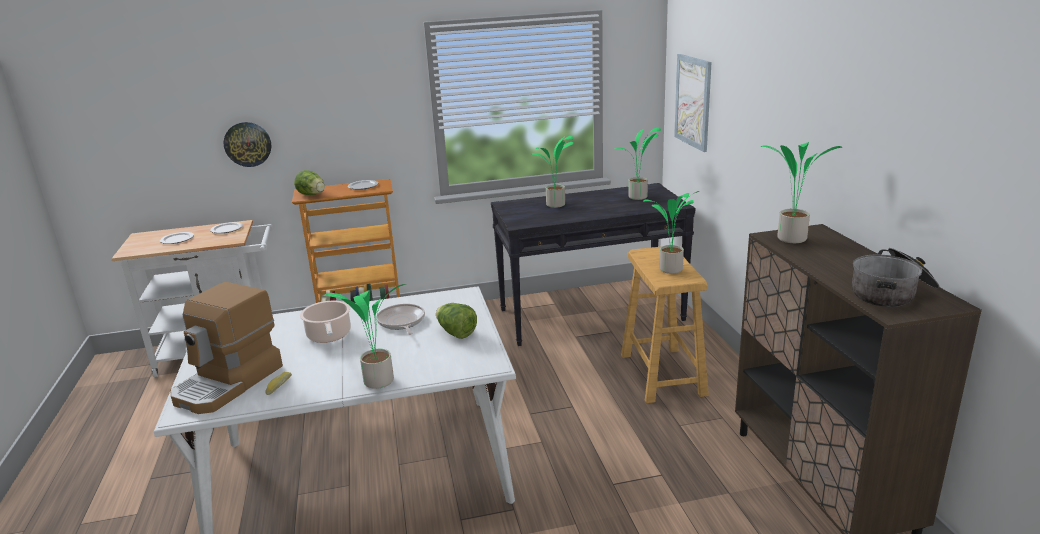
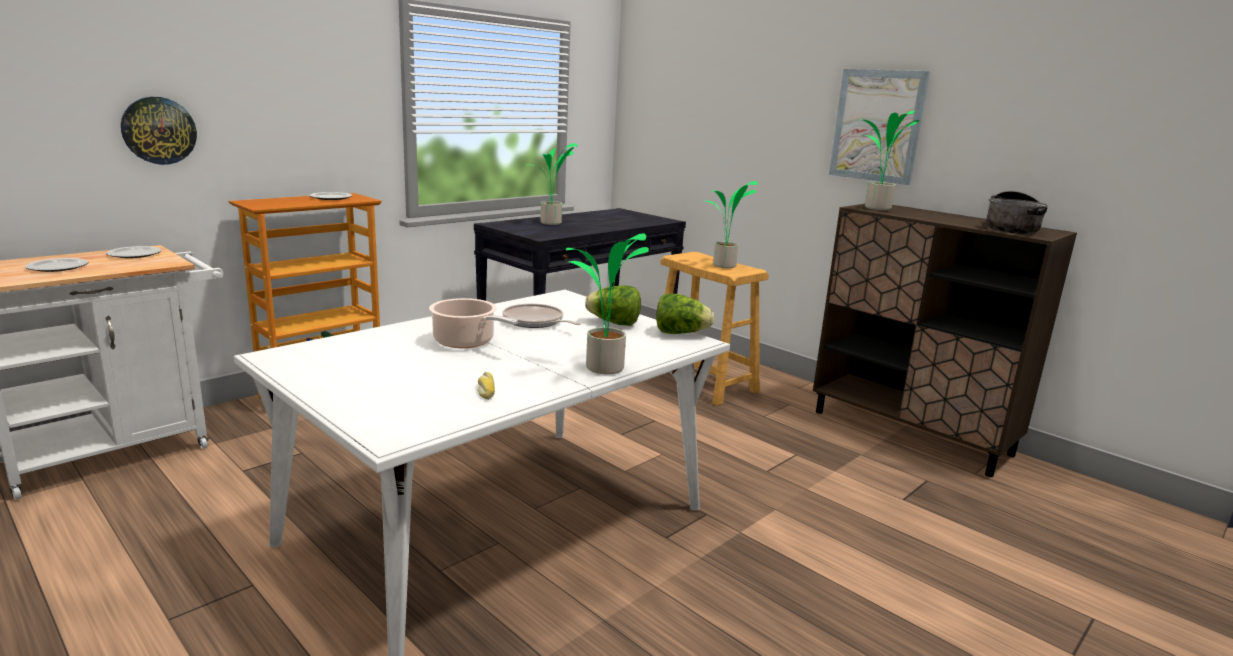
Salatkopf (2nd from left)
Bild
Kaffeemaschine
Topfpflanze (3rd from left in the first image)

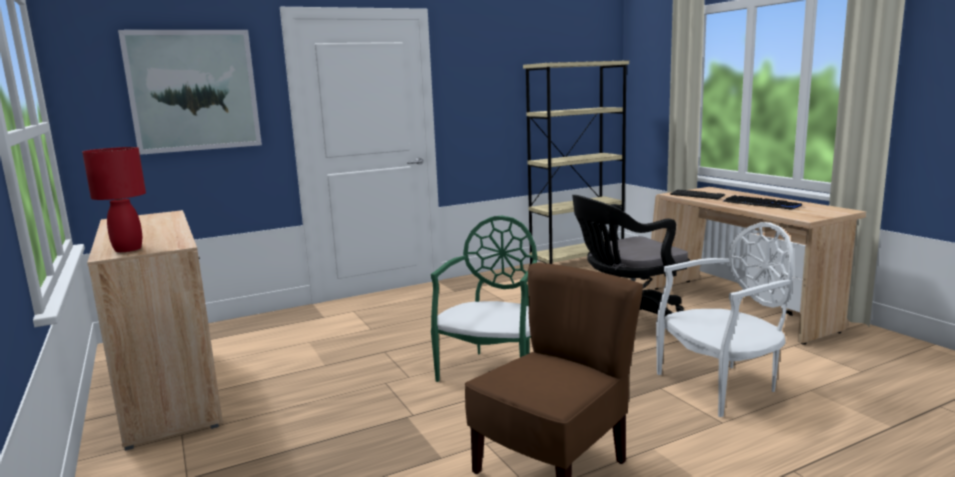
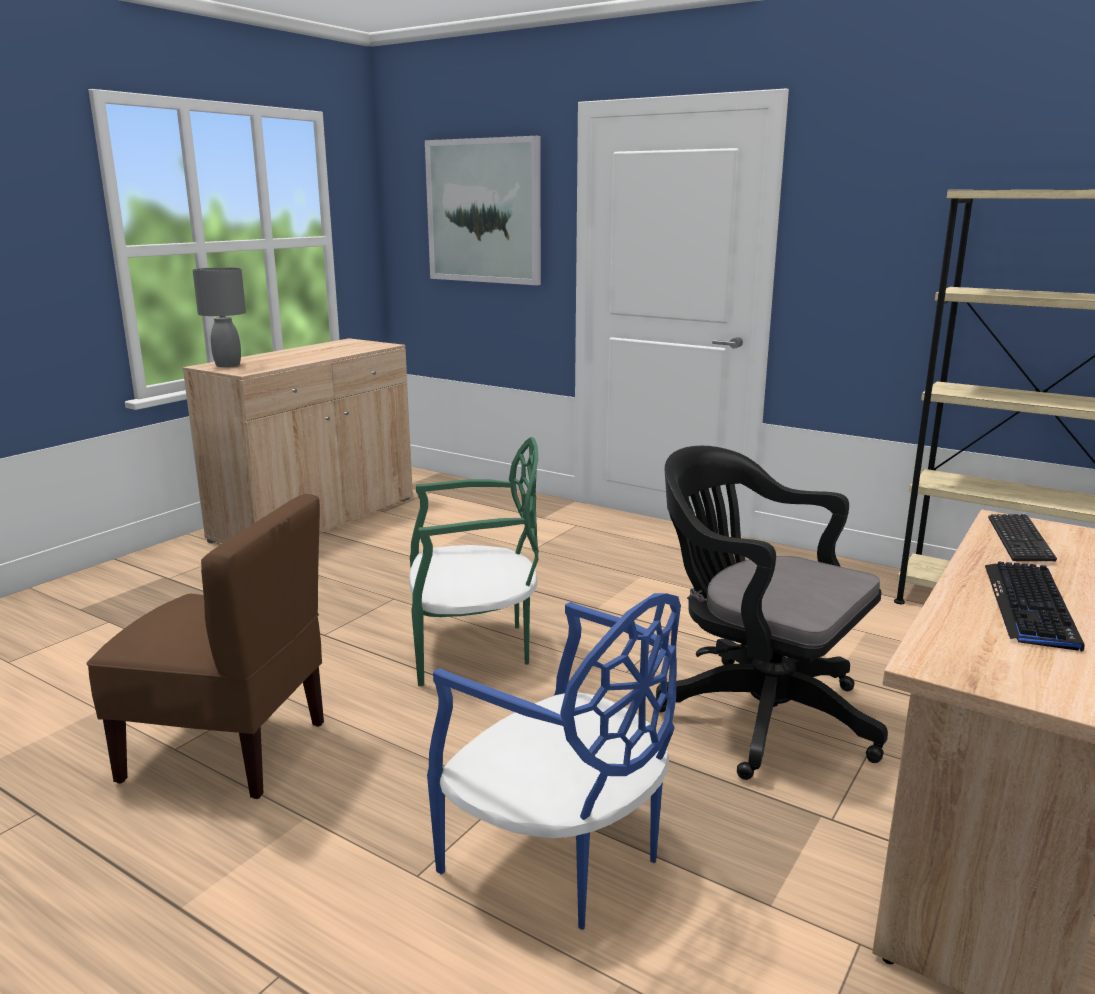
Tischlampe (grau)
Stuhl (blau)

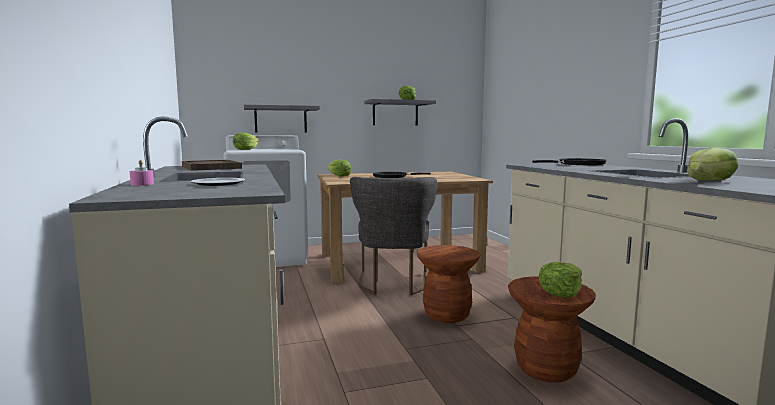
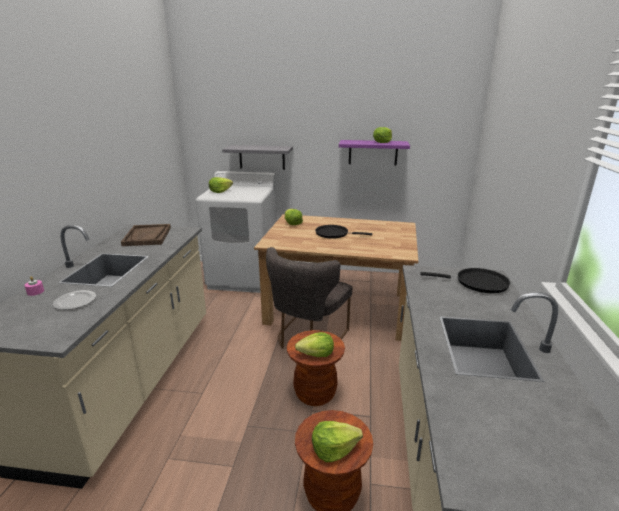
Salatkopf (3rd from left)
Wandregal (lila)

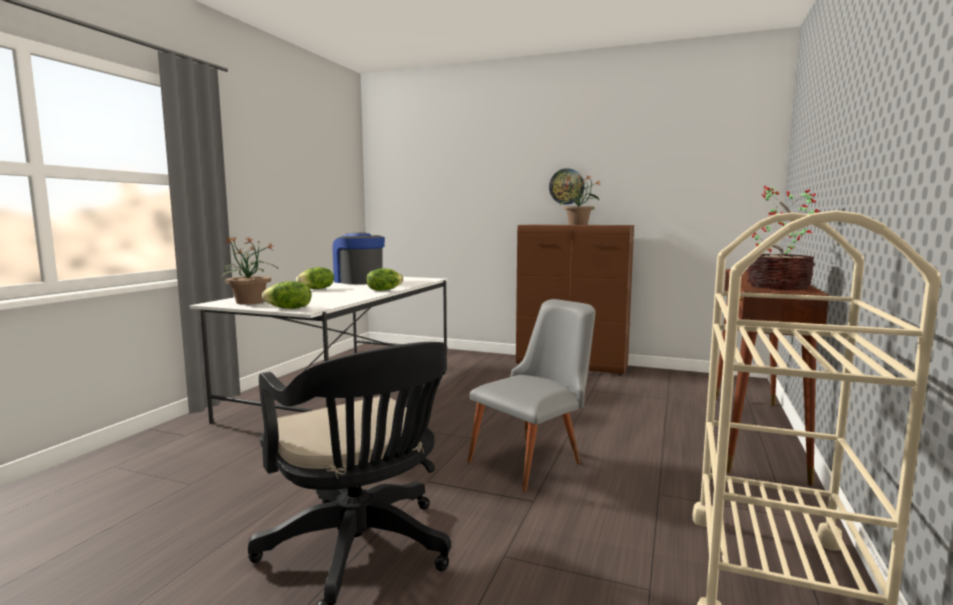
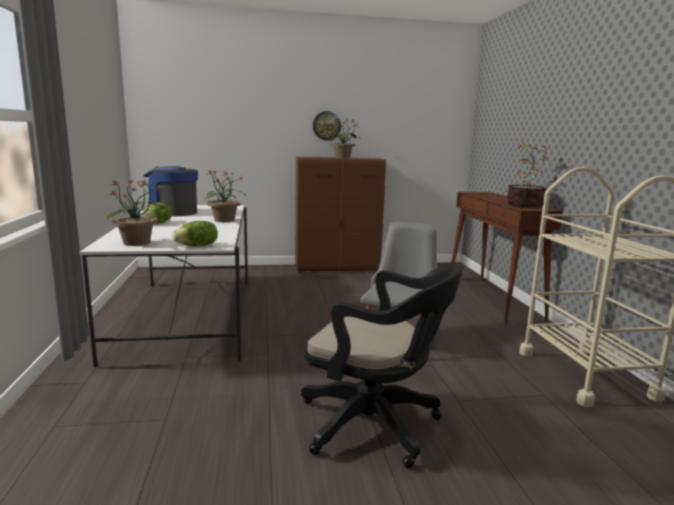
Topfpflanze (2nd from left)

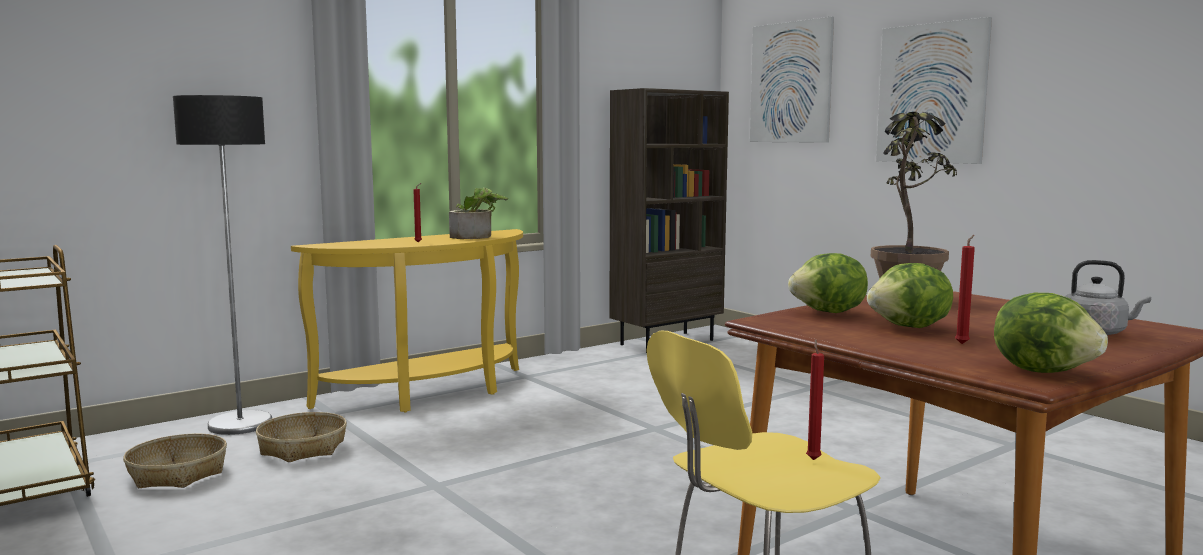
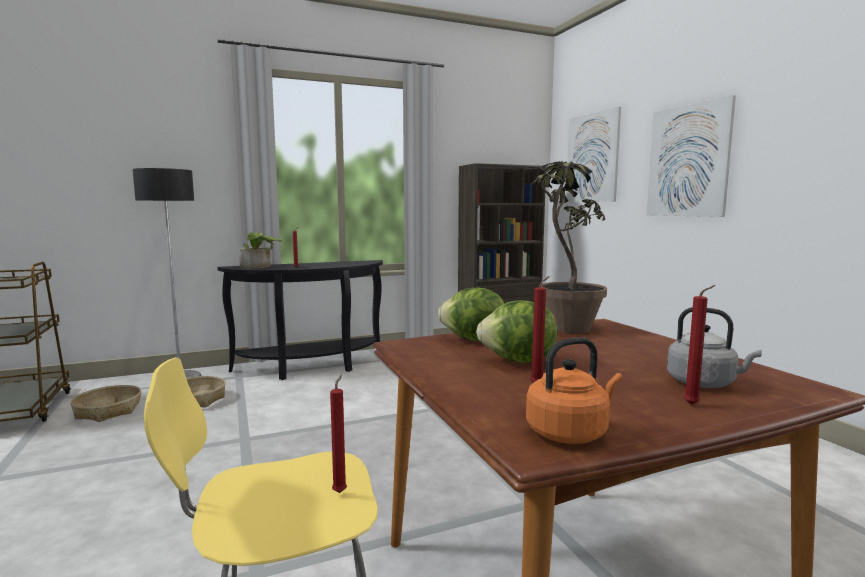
Konsolentisch (schwarz)
Topfpflanze (1st from left)
Wasserkessel (orange)
Kerze (rot) (4th from left)

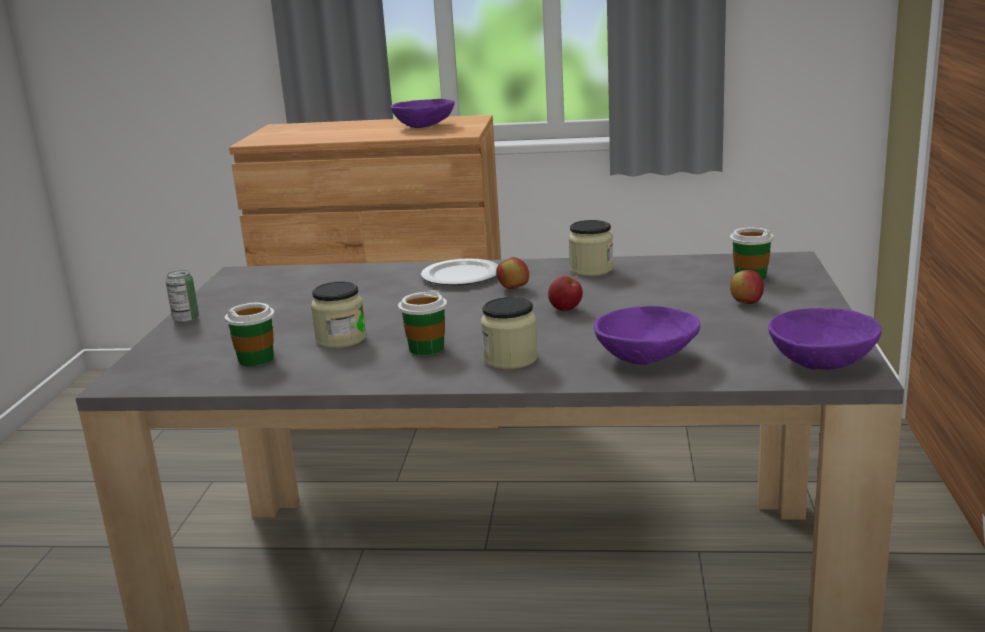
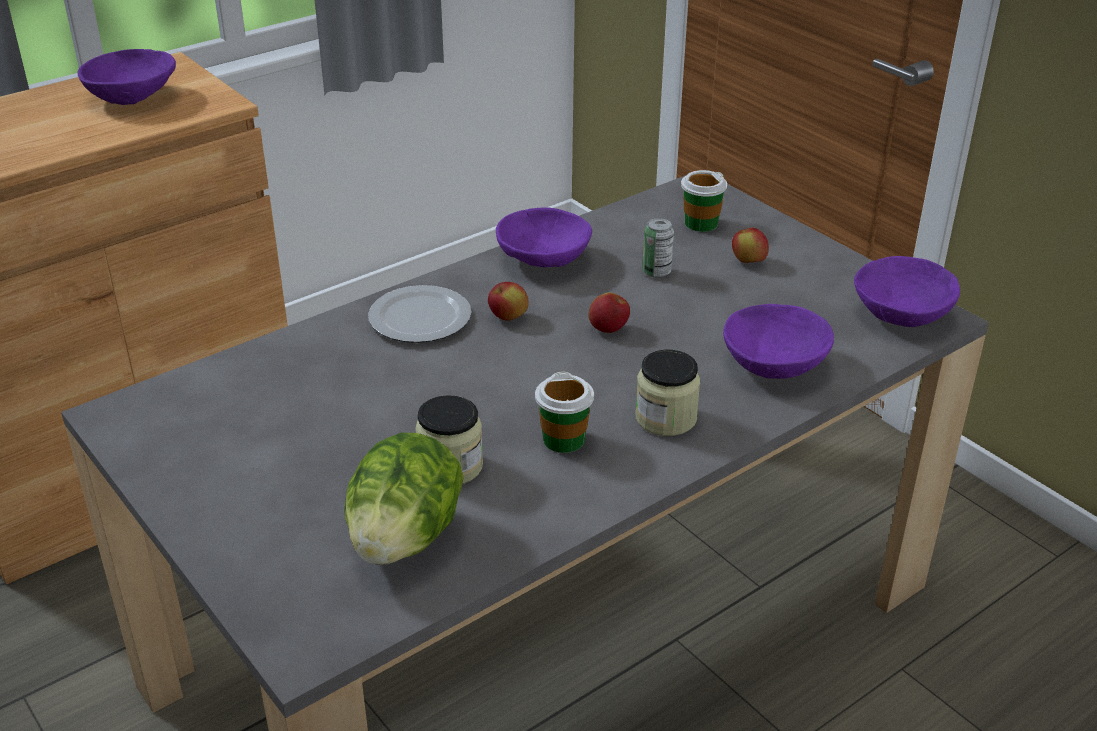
Salatkopf
Schüssel (lila) (2nd from left)
Dose

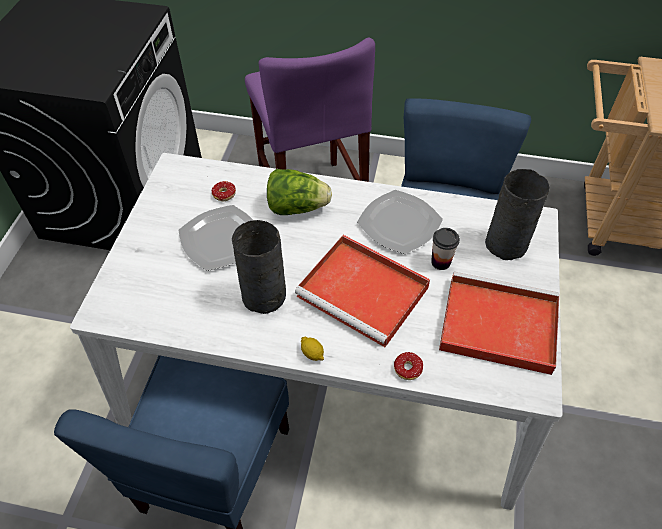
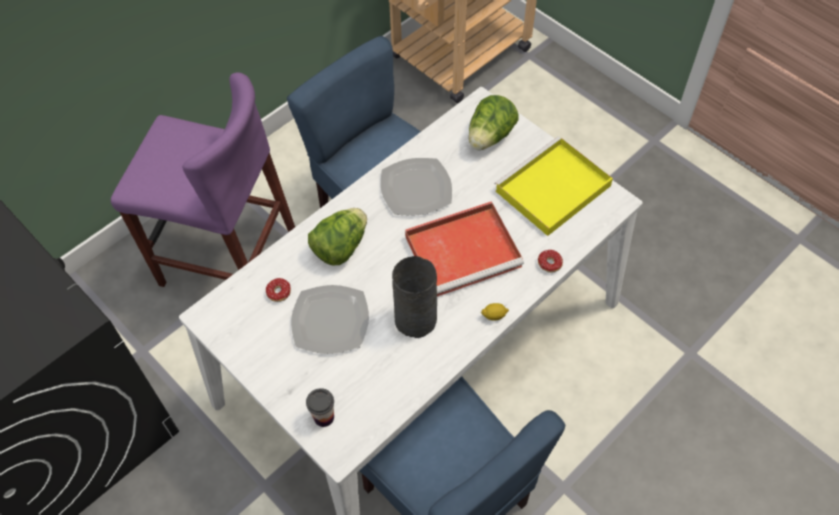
Tasse
Salatkopf (2nd from left)
Tablett (gelb)

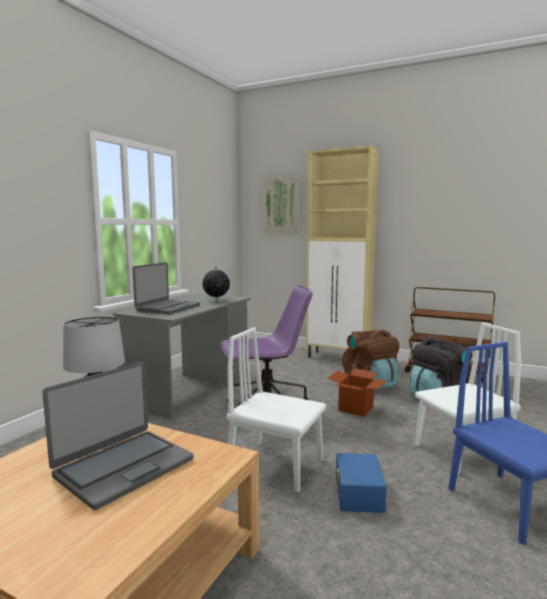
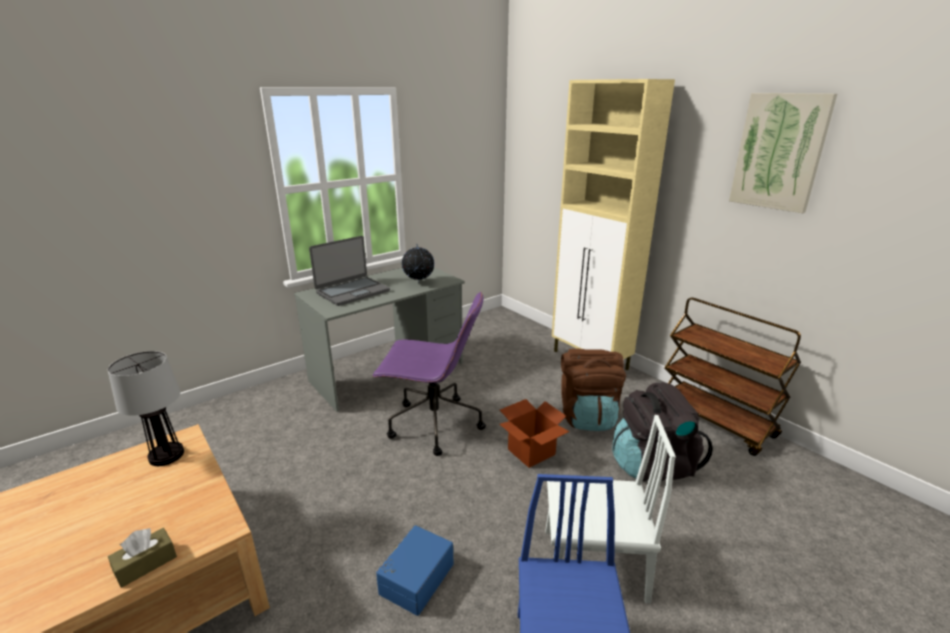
Taschentuchbox (braun)
Bild
Laptop (1st from left in the first image)
Stuhl (weiß) (1st from left in the first image)

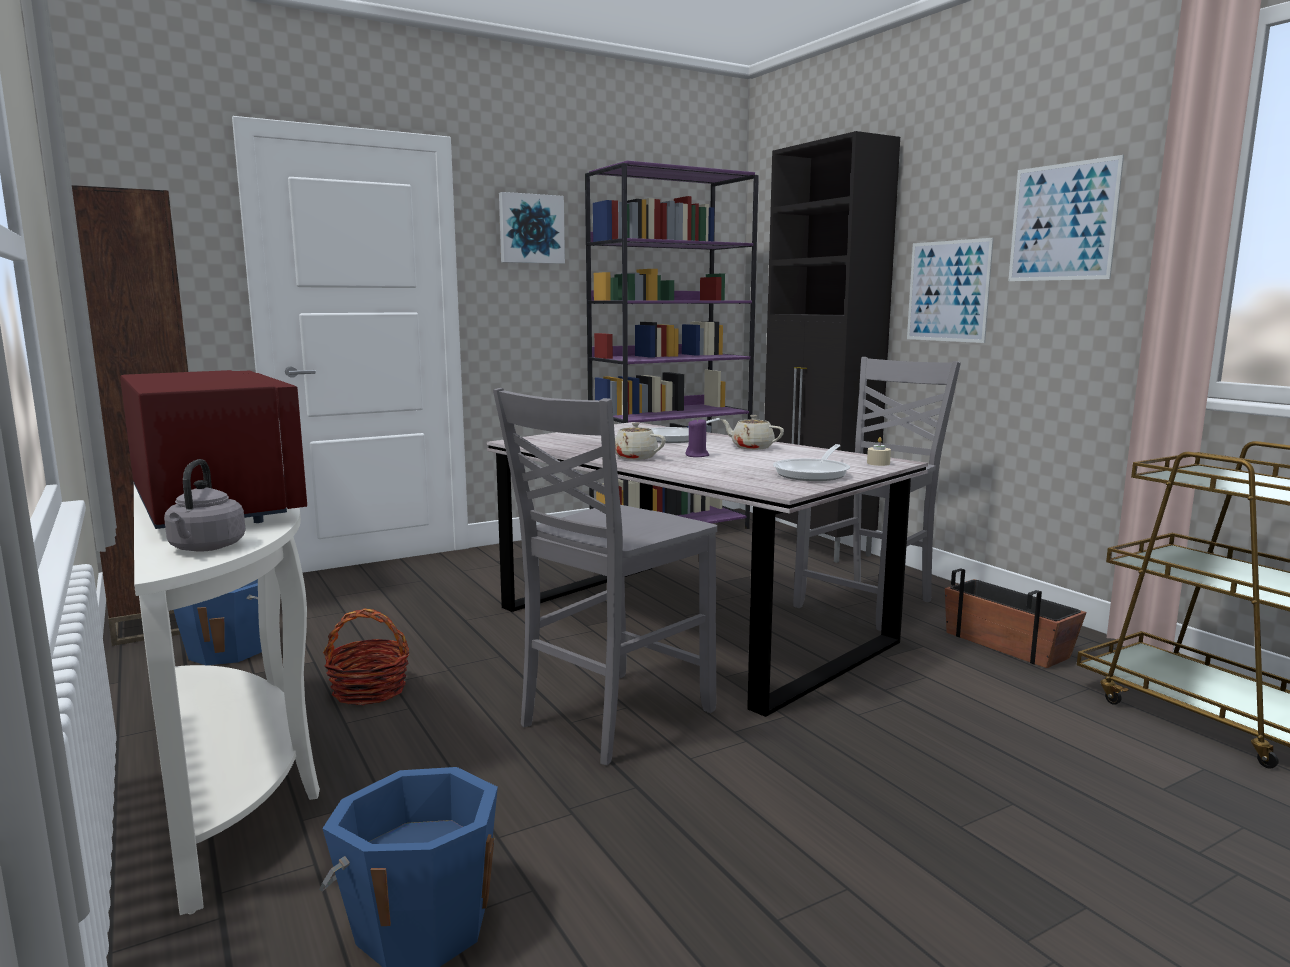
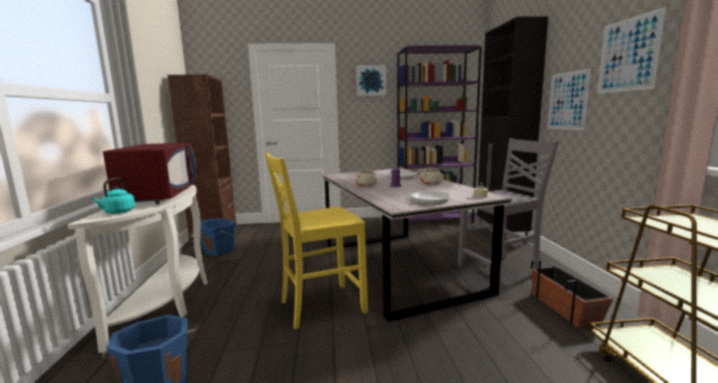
Wasserkessel (türkis)
Stuhl (gelb)
Korb

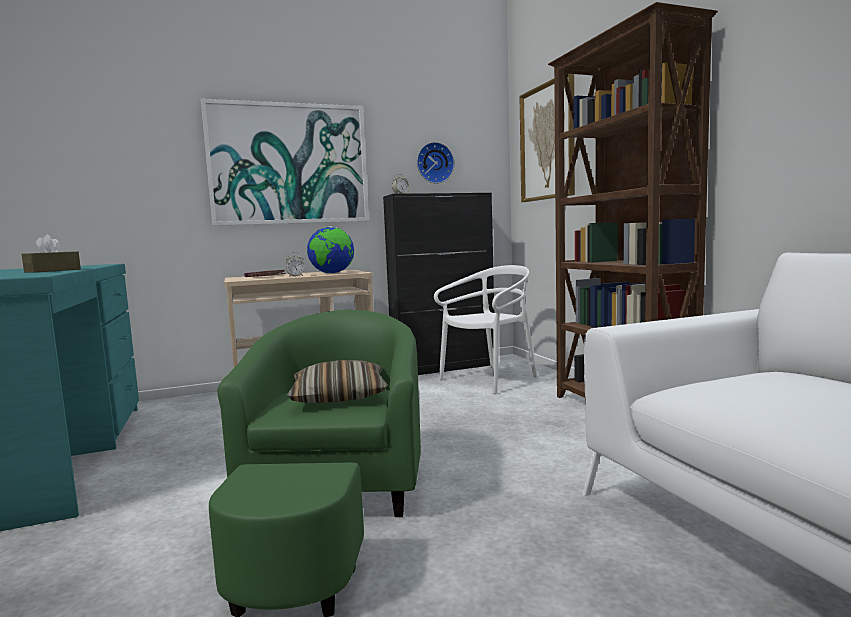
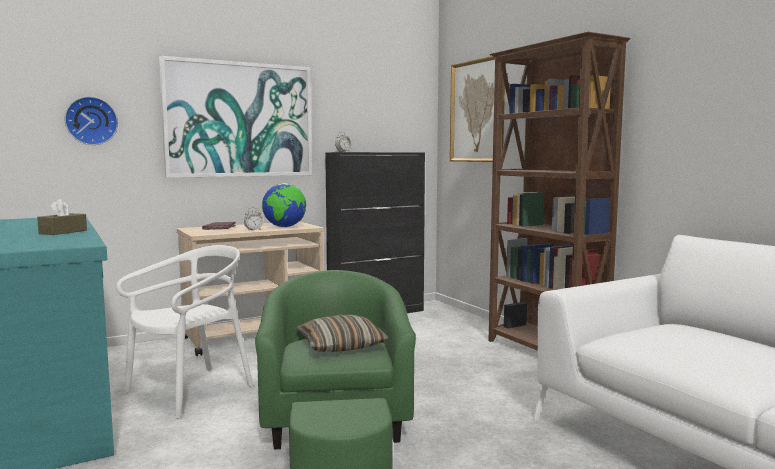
Wanduhr
Stuhl (weiß)

